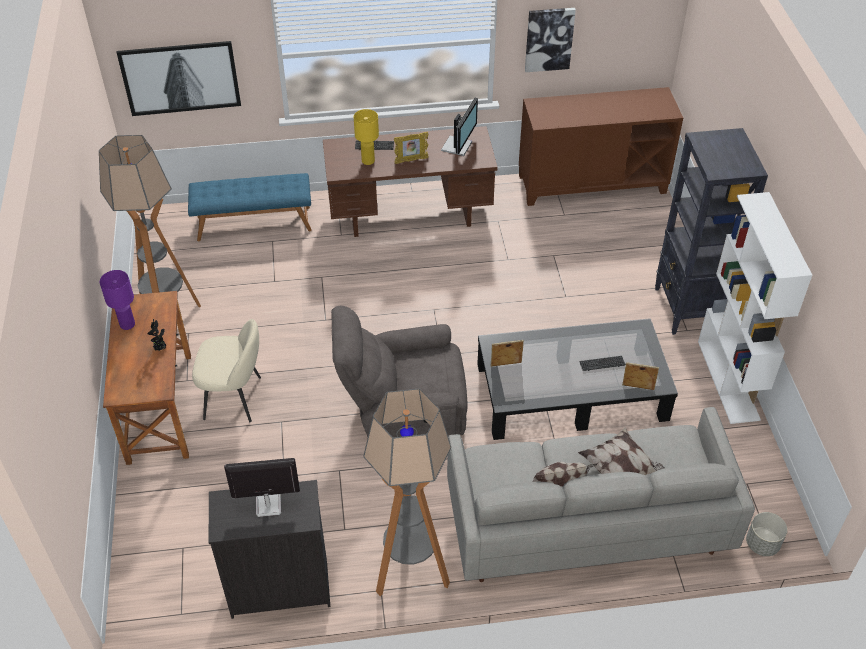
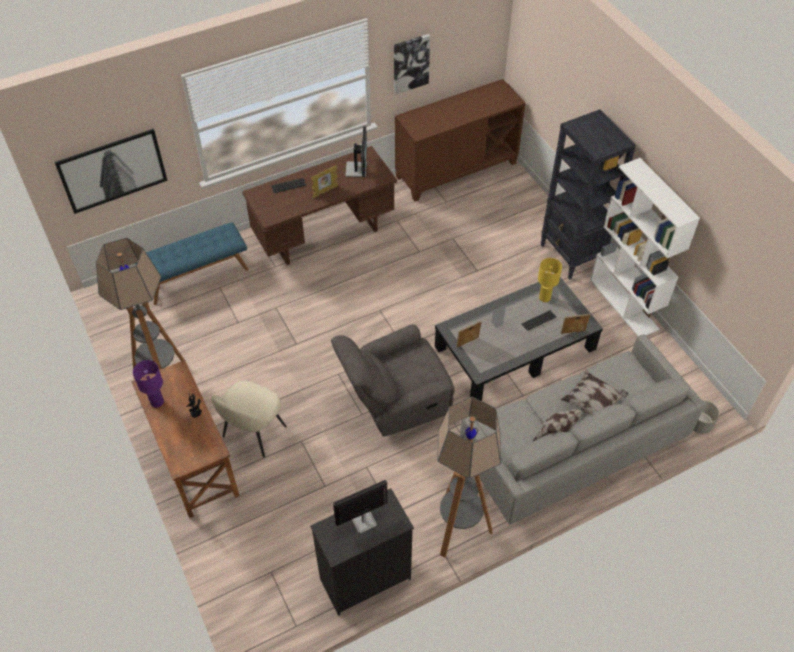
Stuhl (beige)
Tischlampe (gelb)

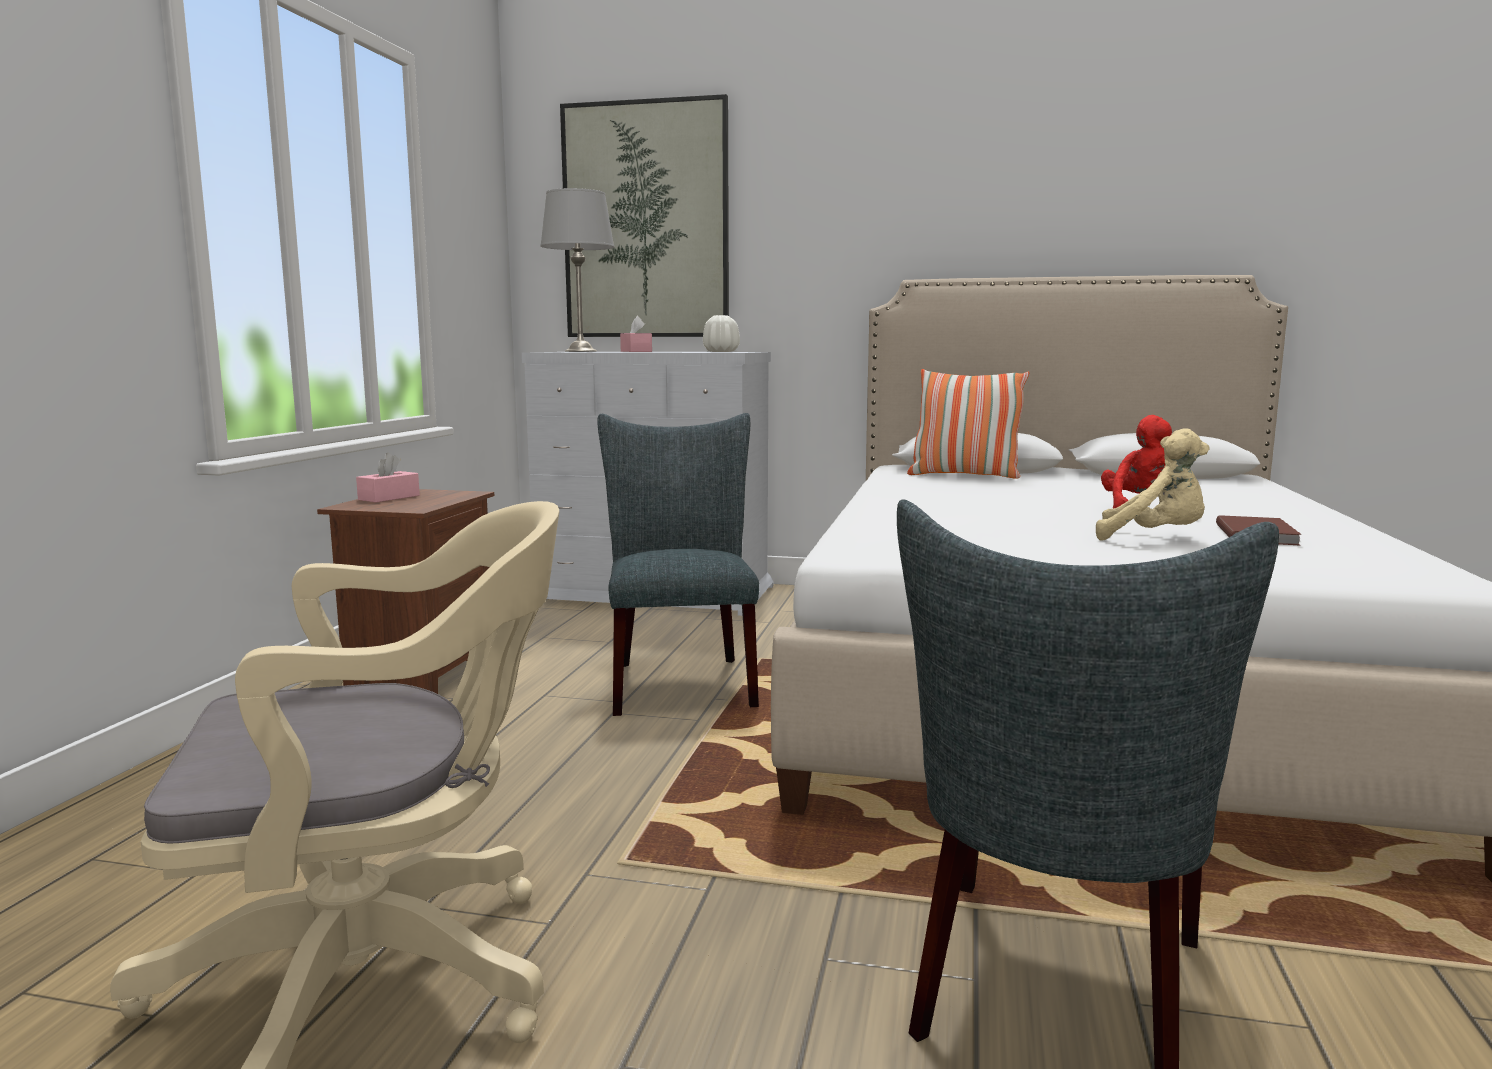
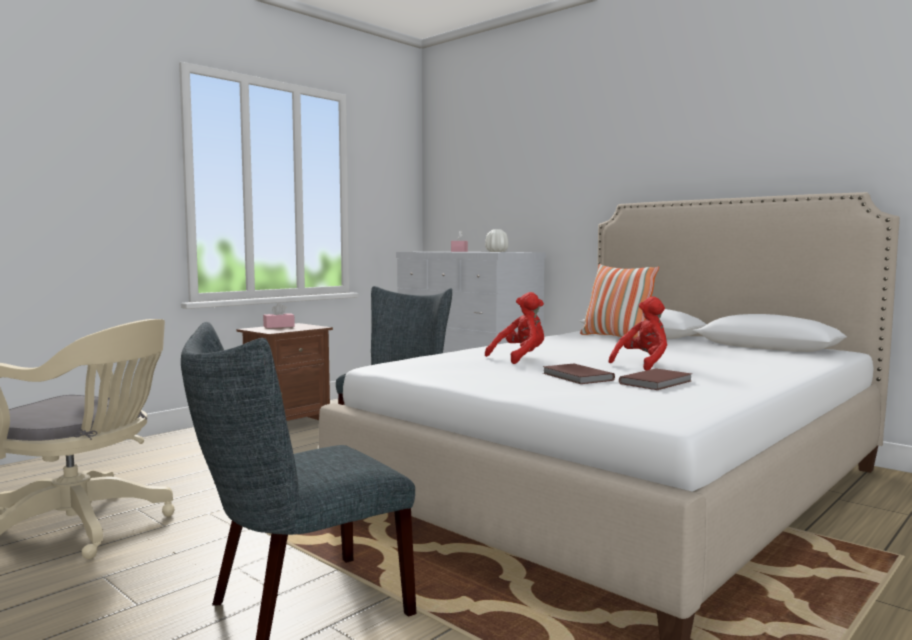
Plüschtier (rot) (1st from left)
Buch (braun) (1st from left)
Tischlampe (grau)
Bild

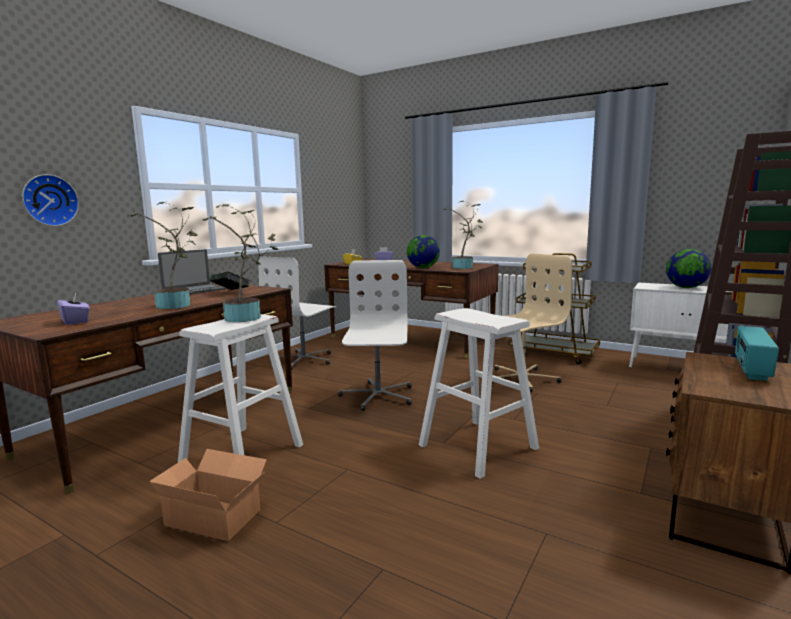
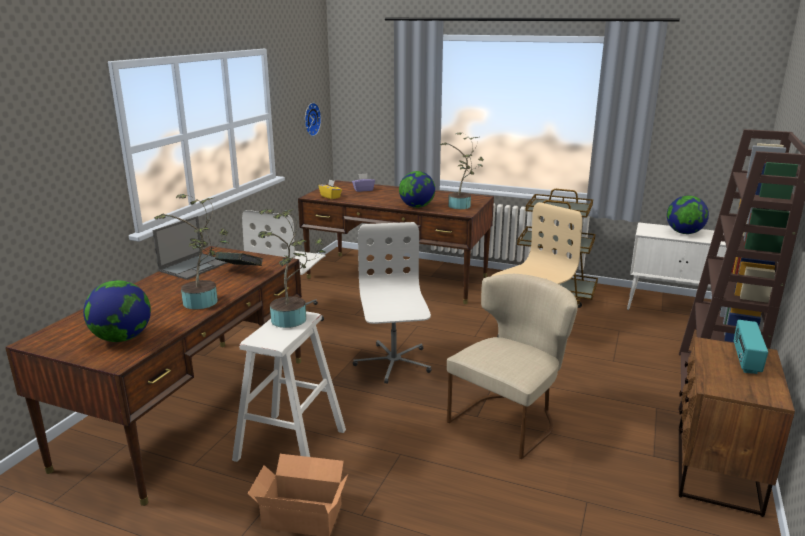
Globus (1st from left)
Wanduhr
Stuhl (beige)

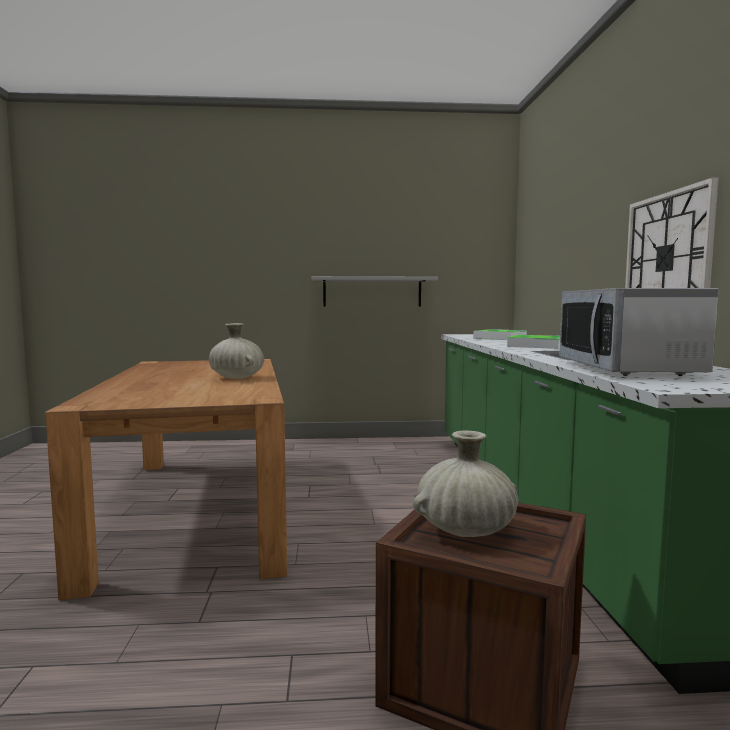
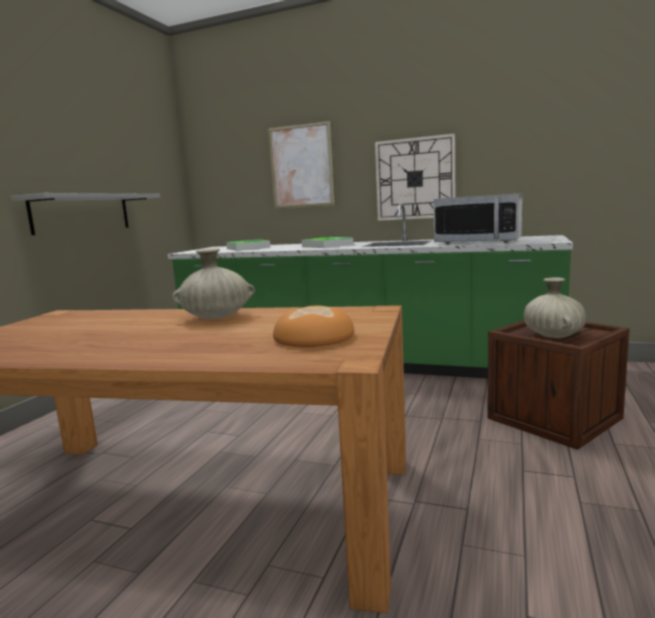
Bild
Brot

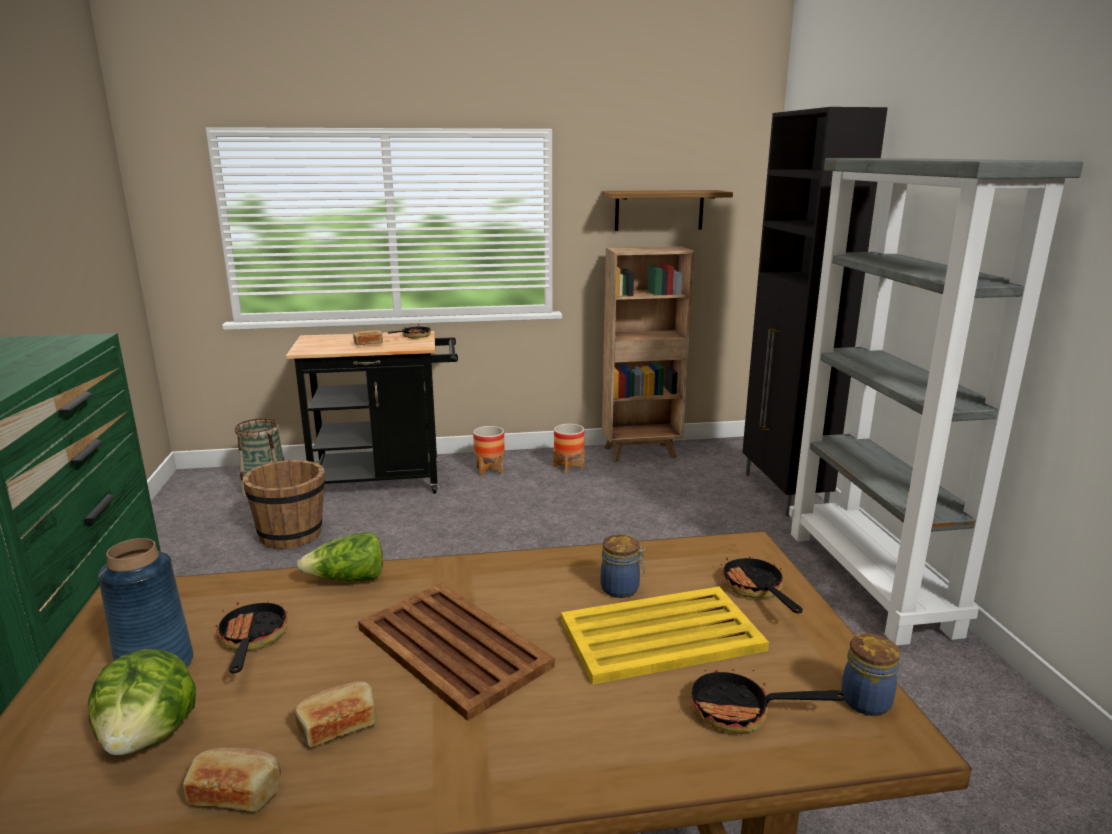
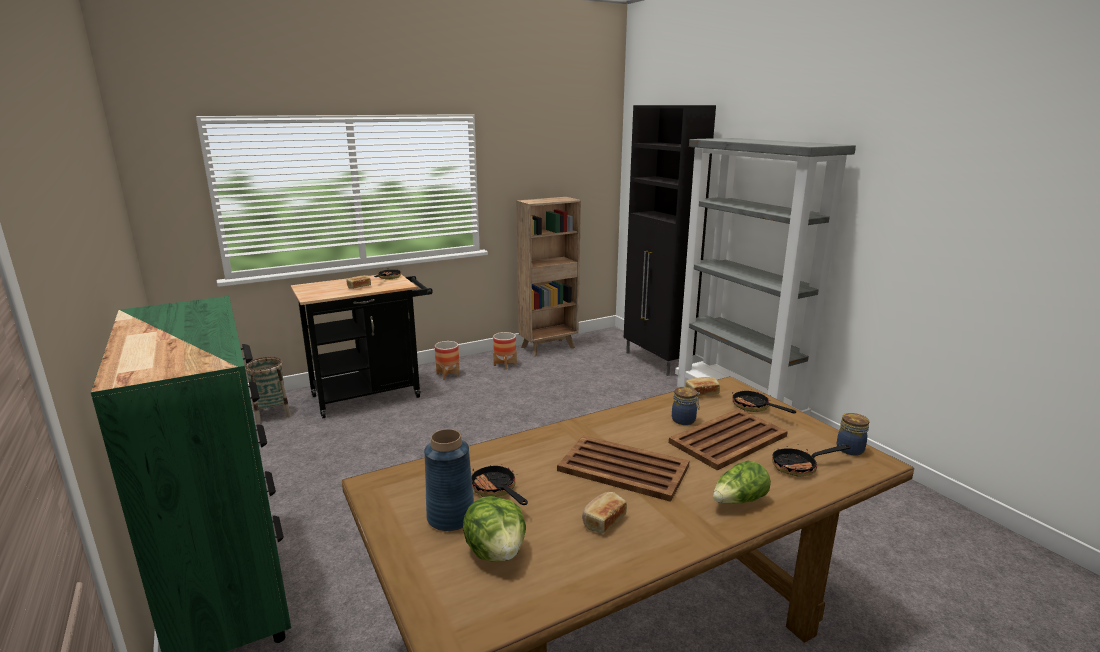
Tablett (braun) (2nd from left)
Brot (3rd from left)
Salatkopf (2nd from left)
Eimer (braun)
Wandregal

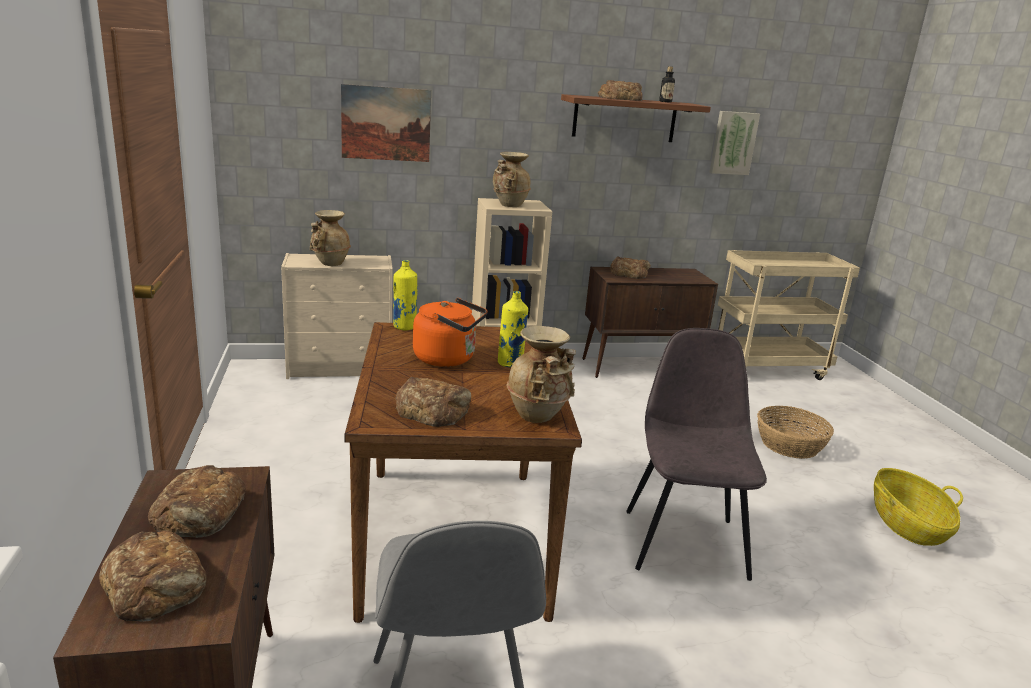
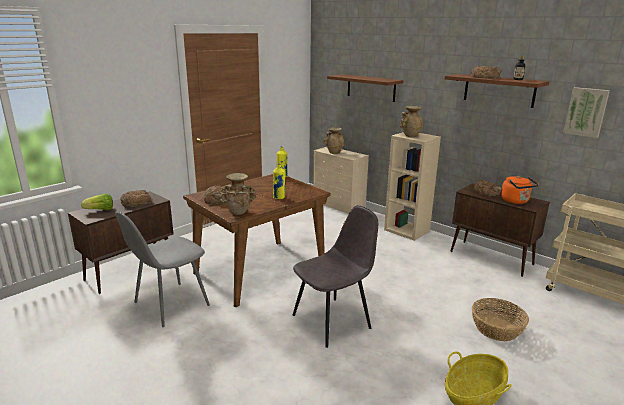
Salatkopf
Wandregal (1st from left)
Wasserkessel (orange)

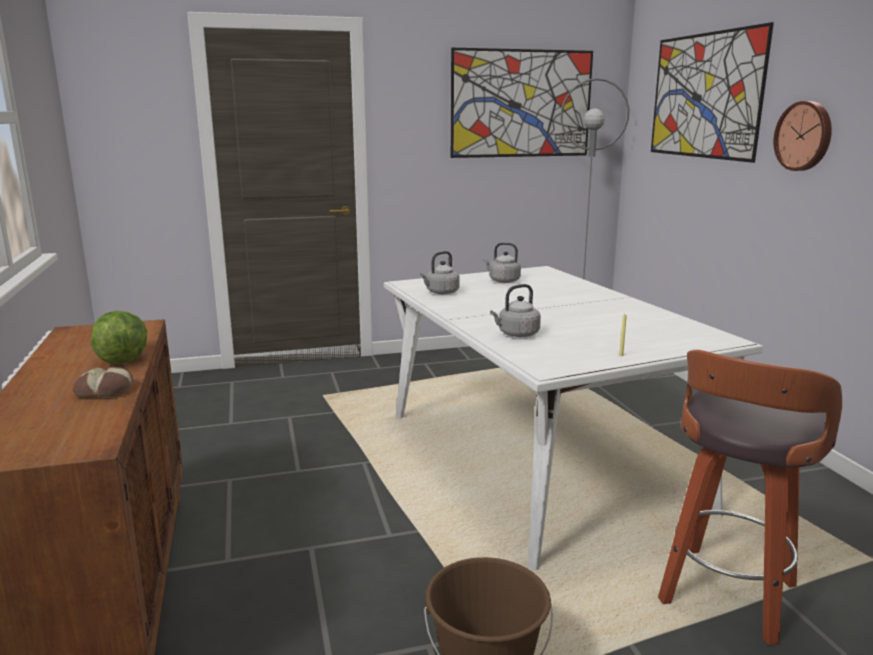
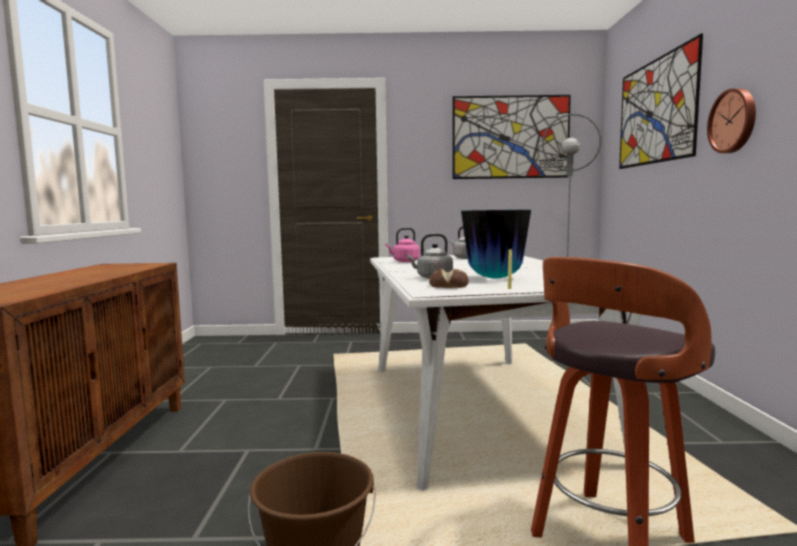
Wasserkessel (rosa)
Brot
Vase
Salatkopf

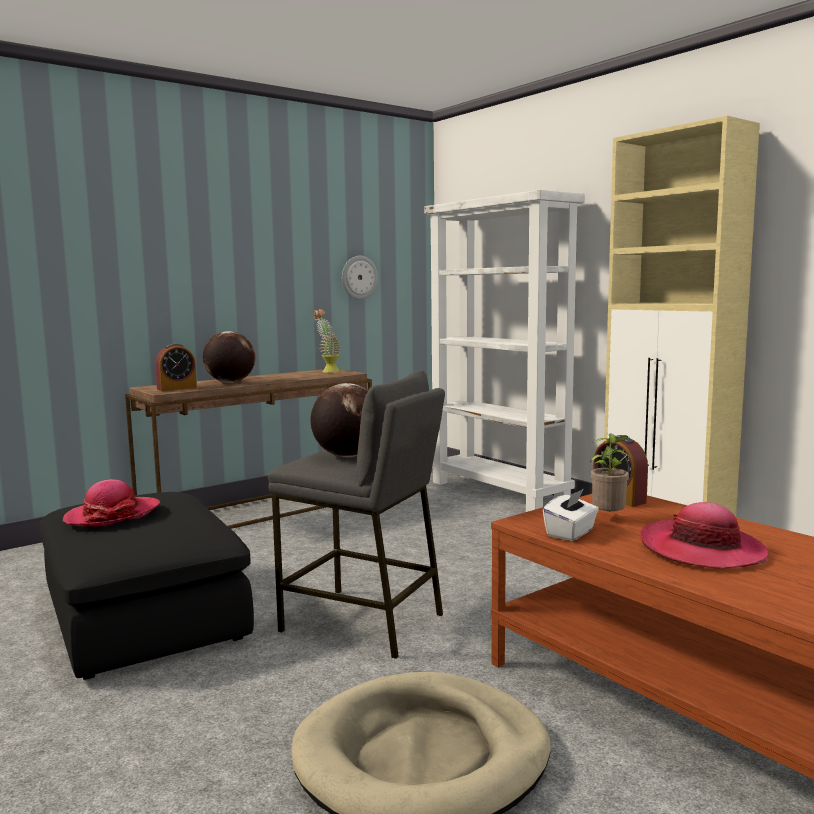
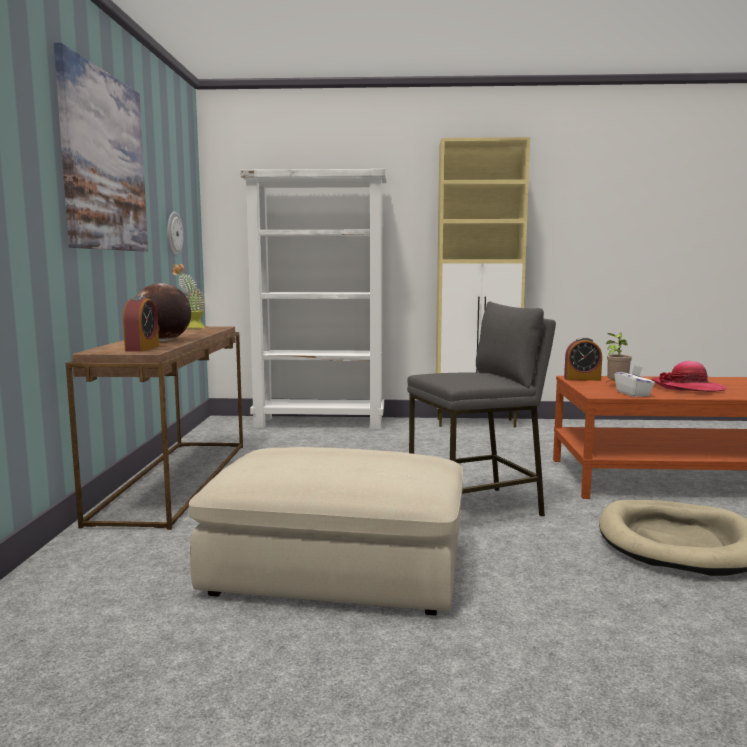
Bild
Polsterhocker (beige)
Hut (1st from left in the first image)
Globus (2nd from left in the first image)

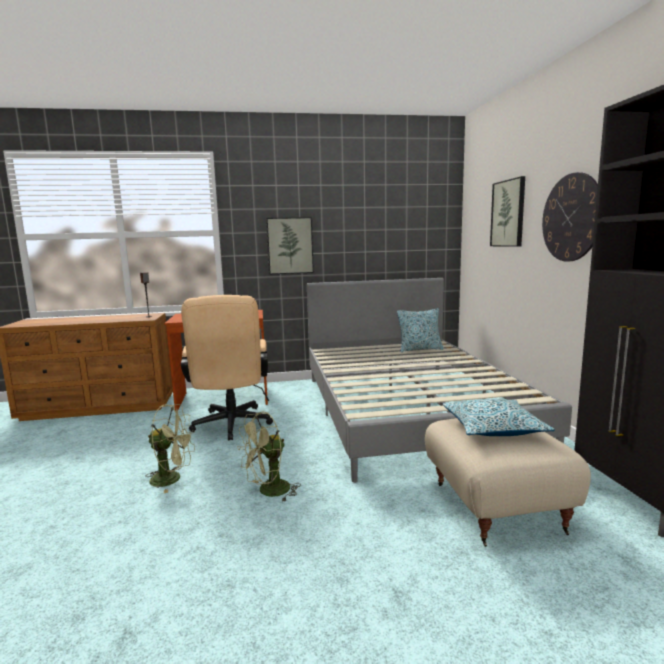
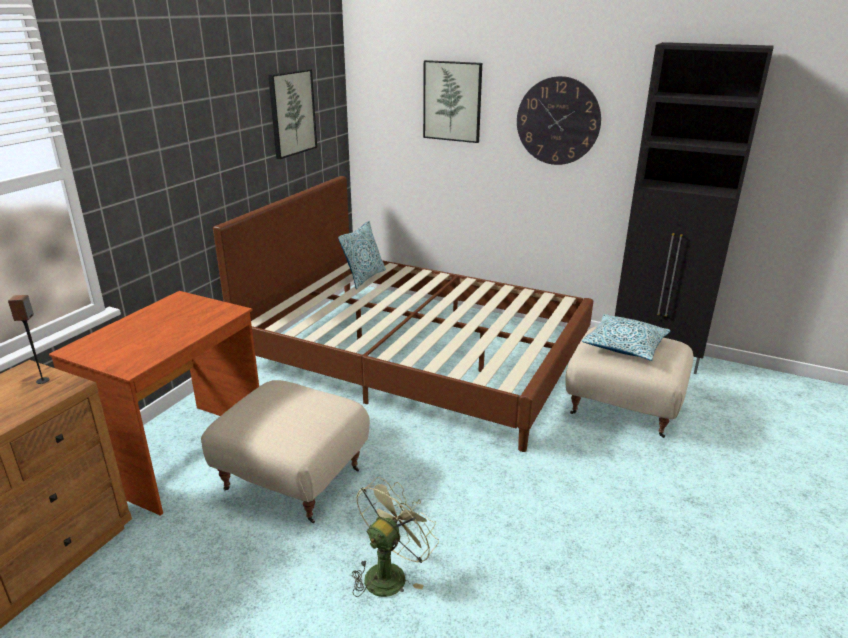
Polsterhocker (beige) (1st from left)
Bett (braun)
Bild (1st from left)
Ventilator (grün) (2nd from left in the first image)

